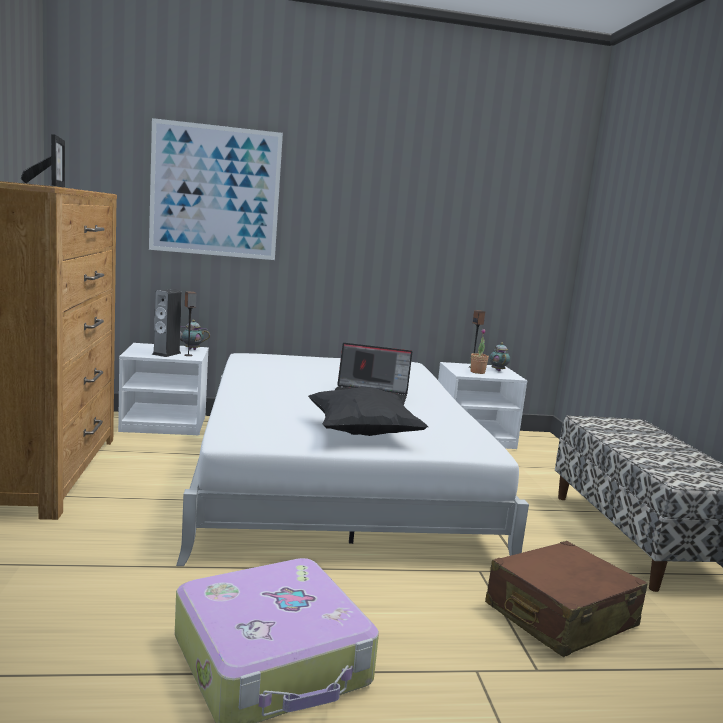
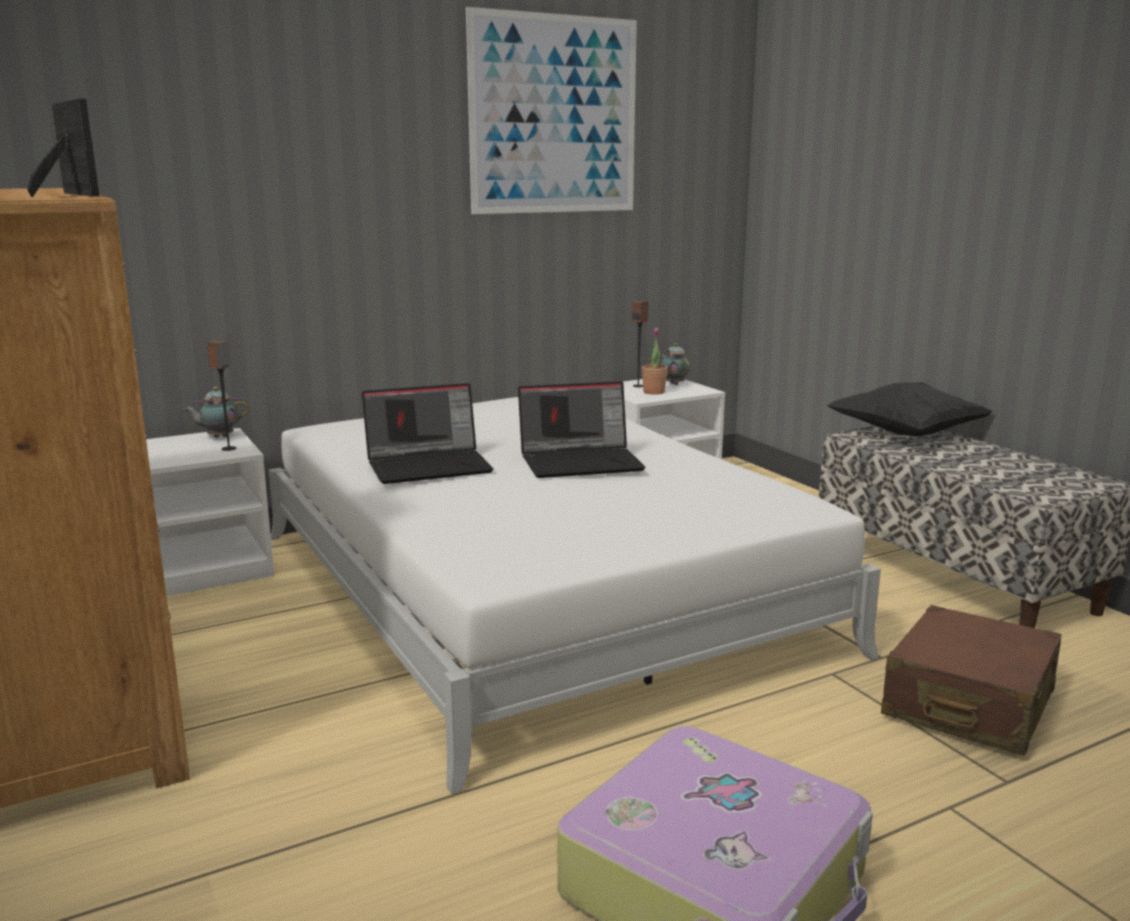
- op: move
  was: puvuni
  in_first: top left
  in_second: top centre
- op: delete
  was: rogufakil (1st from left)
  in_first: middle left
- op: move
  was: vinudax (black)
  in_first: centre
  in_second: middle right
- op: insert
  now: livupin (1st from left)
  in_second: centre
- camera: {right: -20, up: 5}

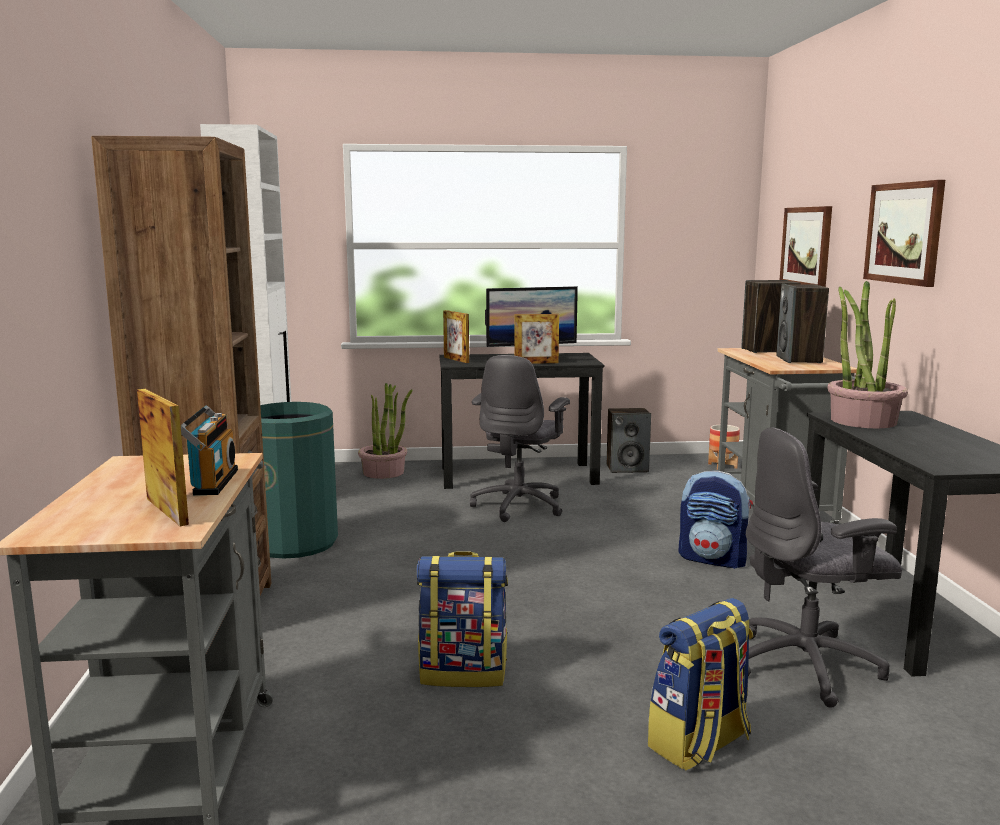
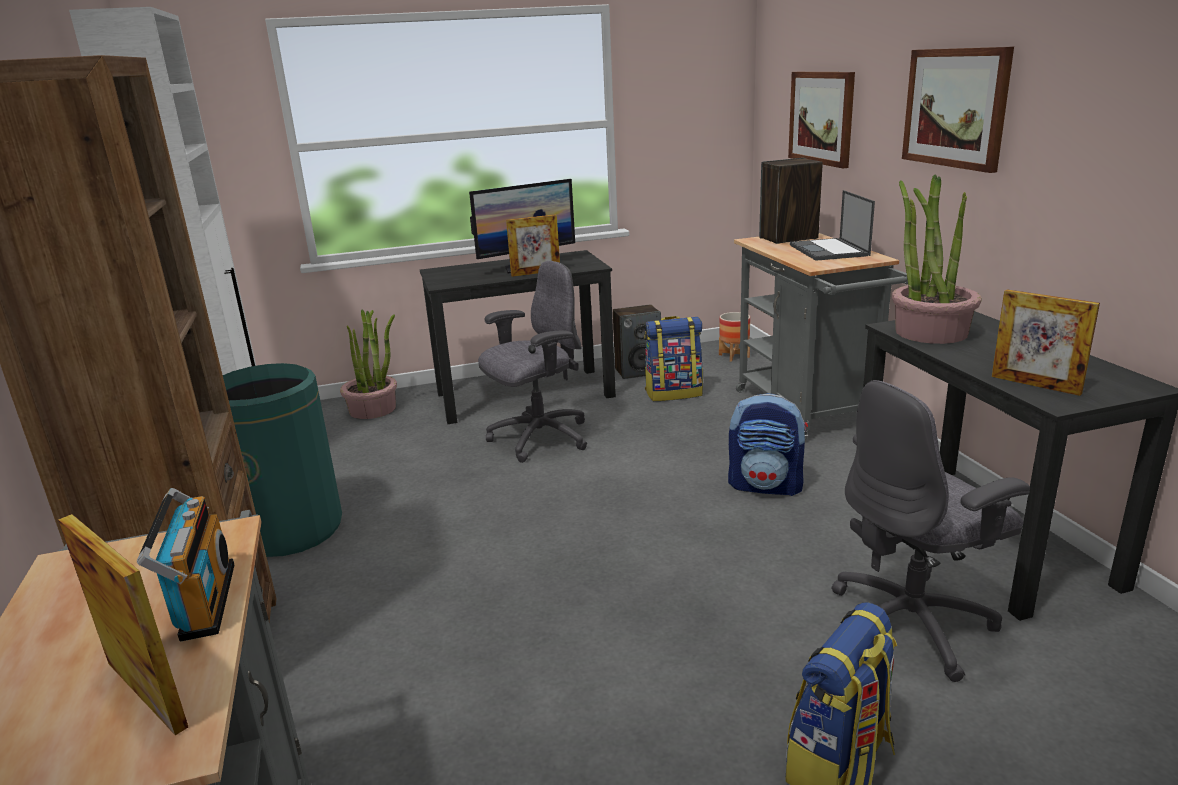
- op: move
  was: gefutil (1st from left)
  in_first: bottom centre
  in_second: centre
- op: move
  was: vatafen (2nd from left in the first image)
  now: vatafen (3rd from left)
  in_first: centre
  in_second: middle right
- op: rotate
  was: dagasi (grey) (1st from left)
  in_first: centre
  in_second: centre
  clockwise: -135
- op: replace
  was: rogufakil (3rd from left)
  now: livupin
  in_first: middle right
  in_second: top right
- camera: {right: -10, up: 10}

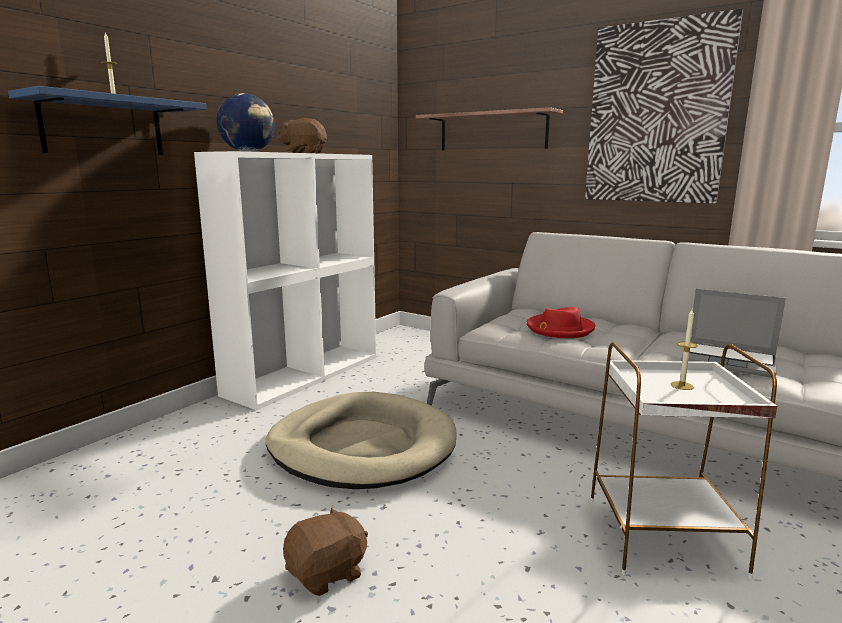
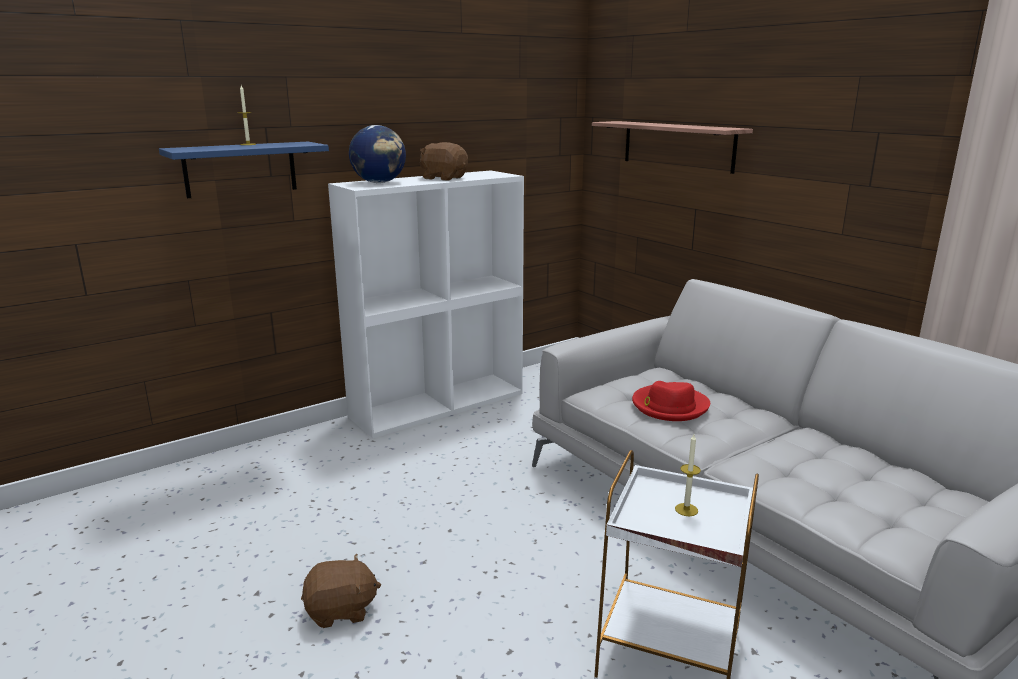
- op: delete
  was: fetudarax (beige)
  in_first: bottom centre
- op: delete
  was: puvuni
  in_first: top right
- op: delete
  was: livupin
  in_first: middle right
- camera: {right: 20, up: 5}

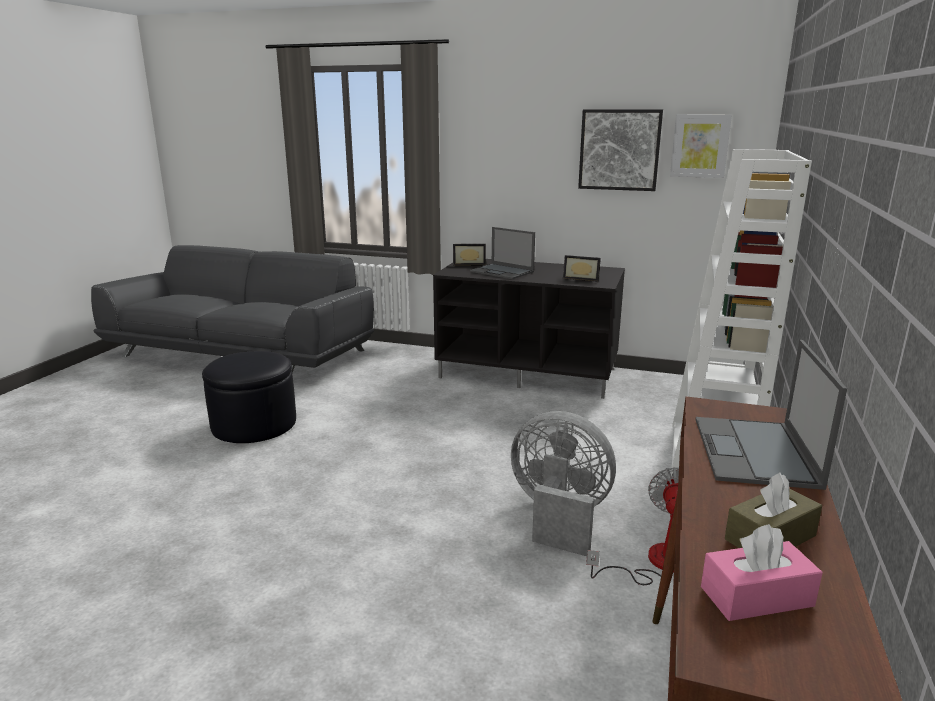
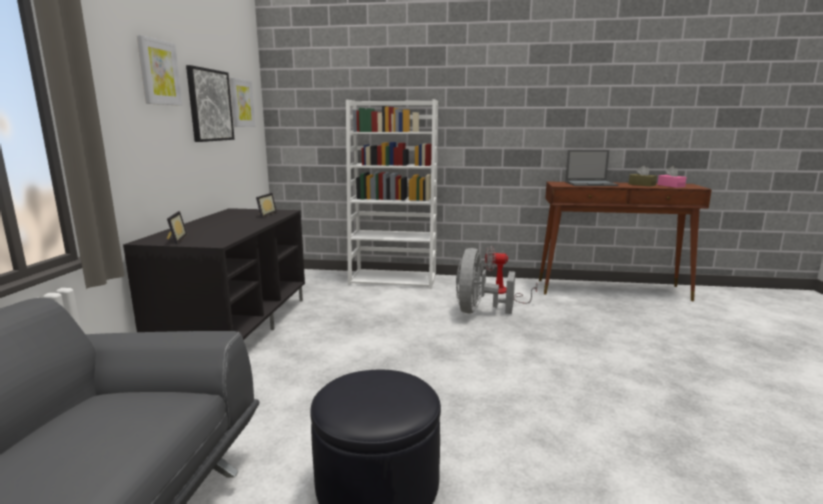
- op: delete
  was: livupin (1st from left)
  in_first: centre
- op: insert
  now: puvuni (1st from left)
  in_second: top left
- camera: {right: -100, up: -5}

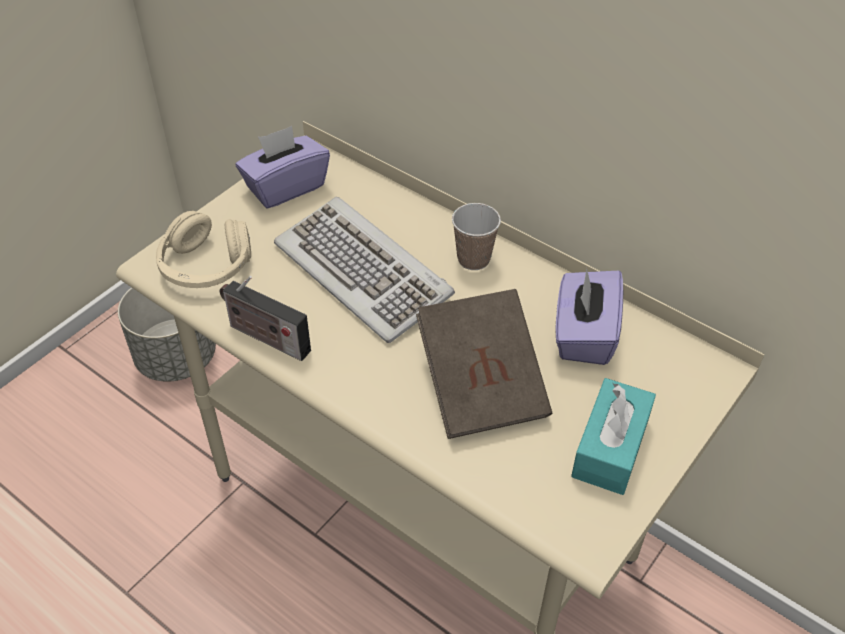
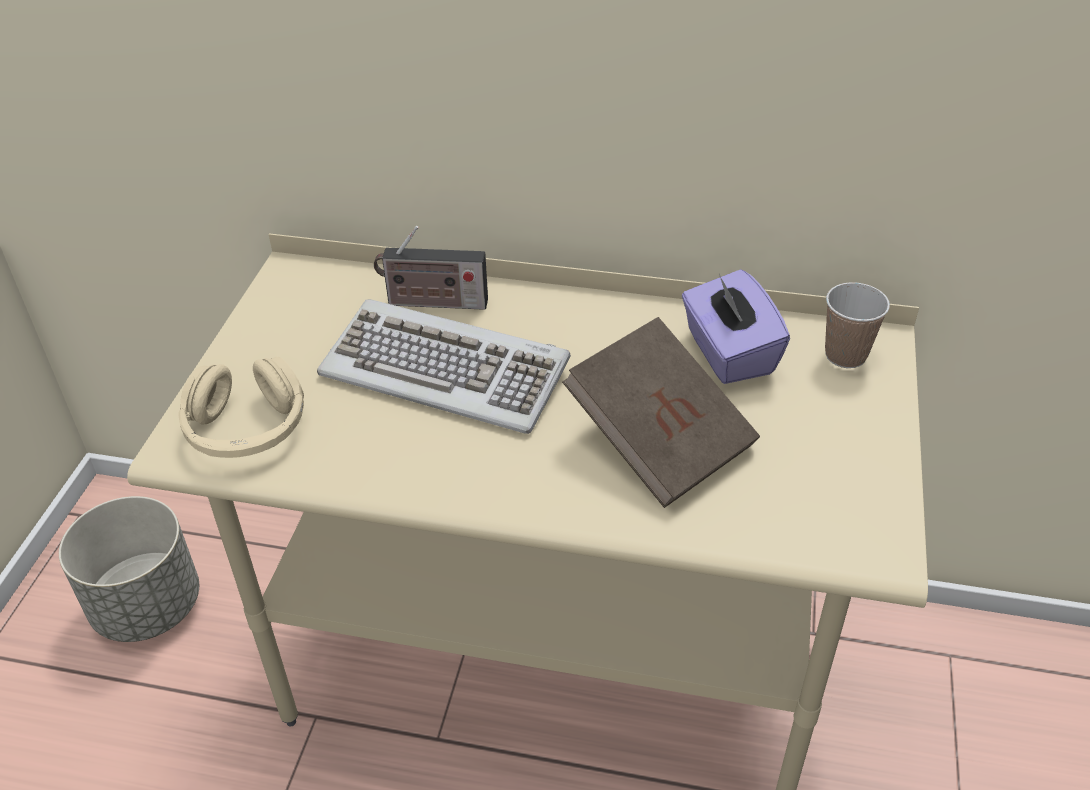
- op: move
  was: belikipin
  in_first: middle left
  in_second: centre
- op: delete
  was: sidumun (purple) (1st from left)
  in_first: top centre
- op: move
  was: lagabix
  in_first: centre
  in_second: middle right
- op: delete
  was: sidumun (turquoise)
  in_first: bottom right
- camera: {right: -25, up: -5}

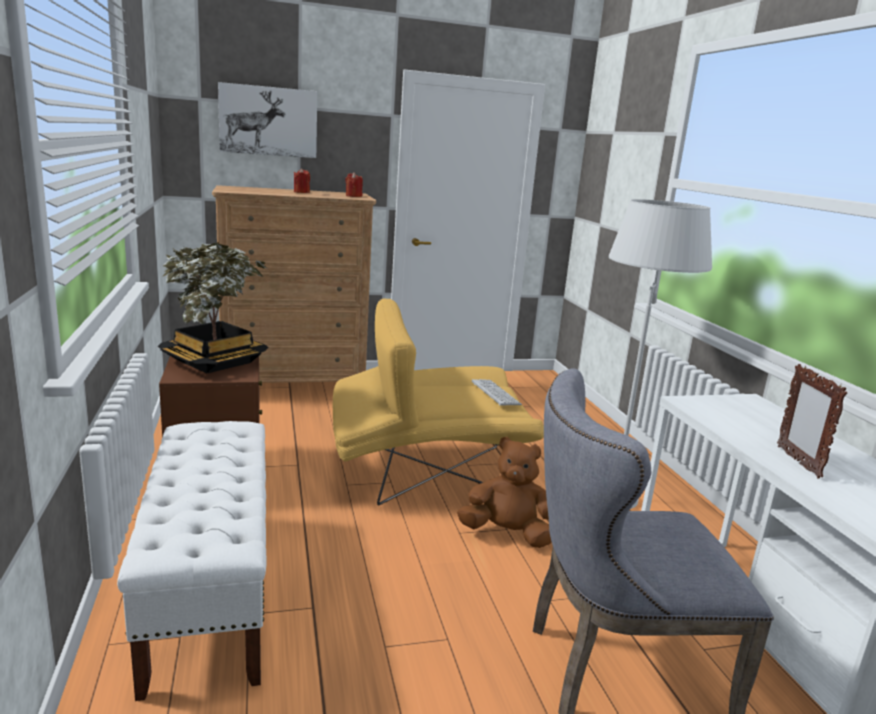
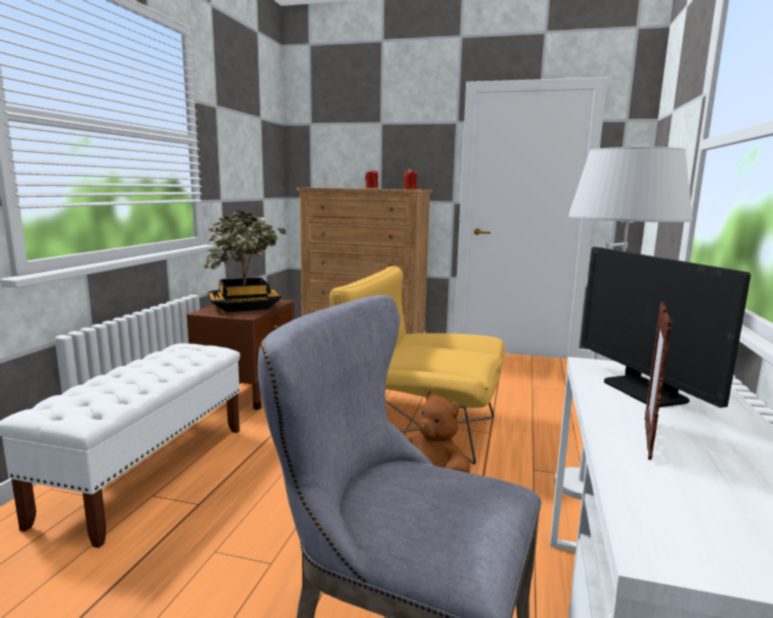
- op: delete
  was: puvuni
  in_first: top left
- op: delete
  was: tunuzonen
  in_first: centre
- op: insert
  now: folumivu
  in_second: middle right
- camera: {right: 30, up: -5}

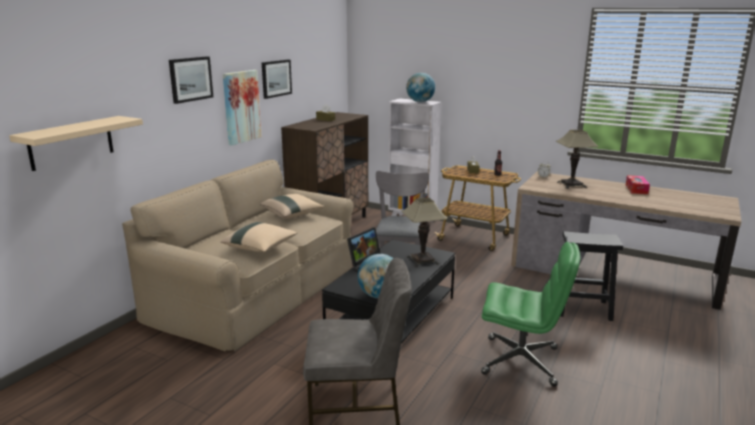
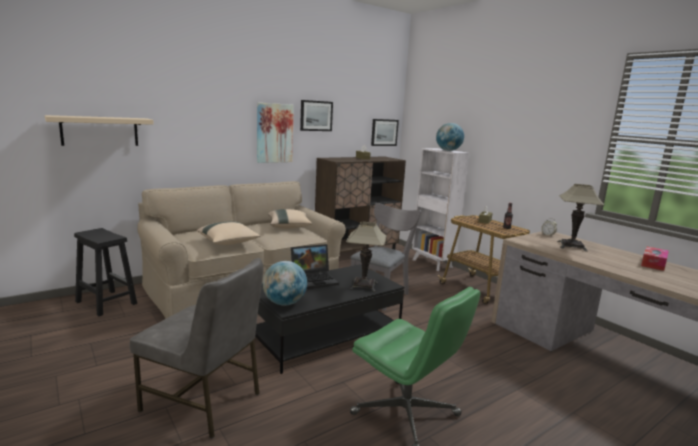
- op: move
  was: puvuni (1st from left in the first image)
  now: puvuni (3rd from left)
  in_first: top left
  in_second: top centre
- op: move
  was: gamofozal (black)
  in_first: middle right
  in_second: middle left
- camera: {right: 25, up: -5}

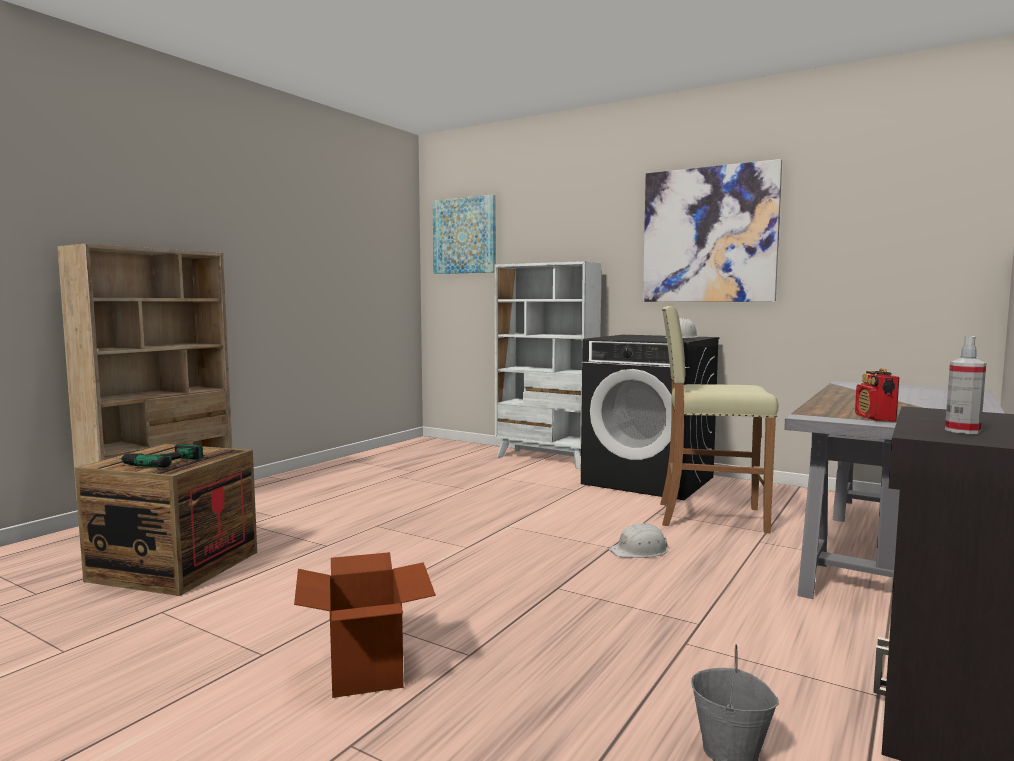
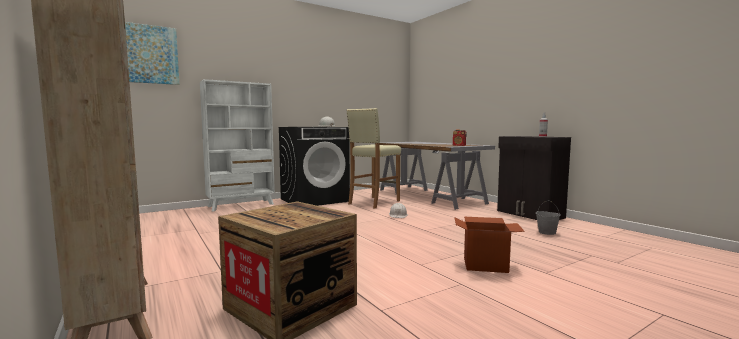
- op: delete
  was: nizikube
  in_first: middle left
- op: delete
  was: puvuni (2nd from left)
  in_first: top right
- camera: {right: -65, up: 0}

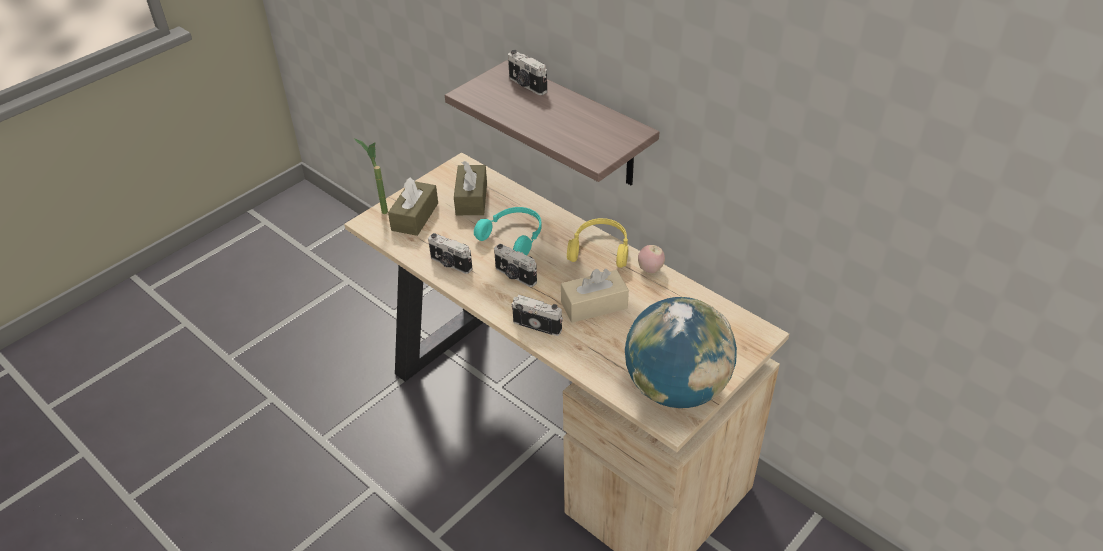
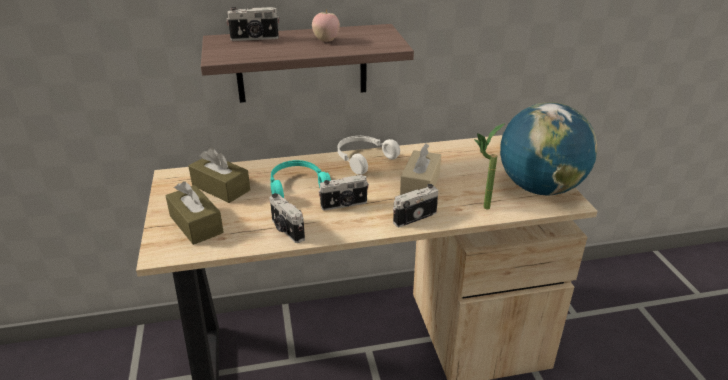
- op: move
  was: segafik
  in_first: top centre
  in_second: middle right
- op: rotate
  was: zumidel (1st from left in the first image)
  in_first: centre
  in_second: centre
  clockwise: 75
- op: recolor
  was: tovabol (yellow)
  now: tovabol (white)
  in_first: centre
  in_second: centre
- op: move
  was: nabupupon
  in_first: centre
  in_second: top centre
- camera: {right: -55, up: -10}

